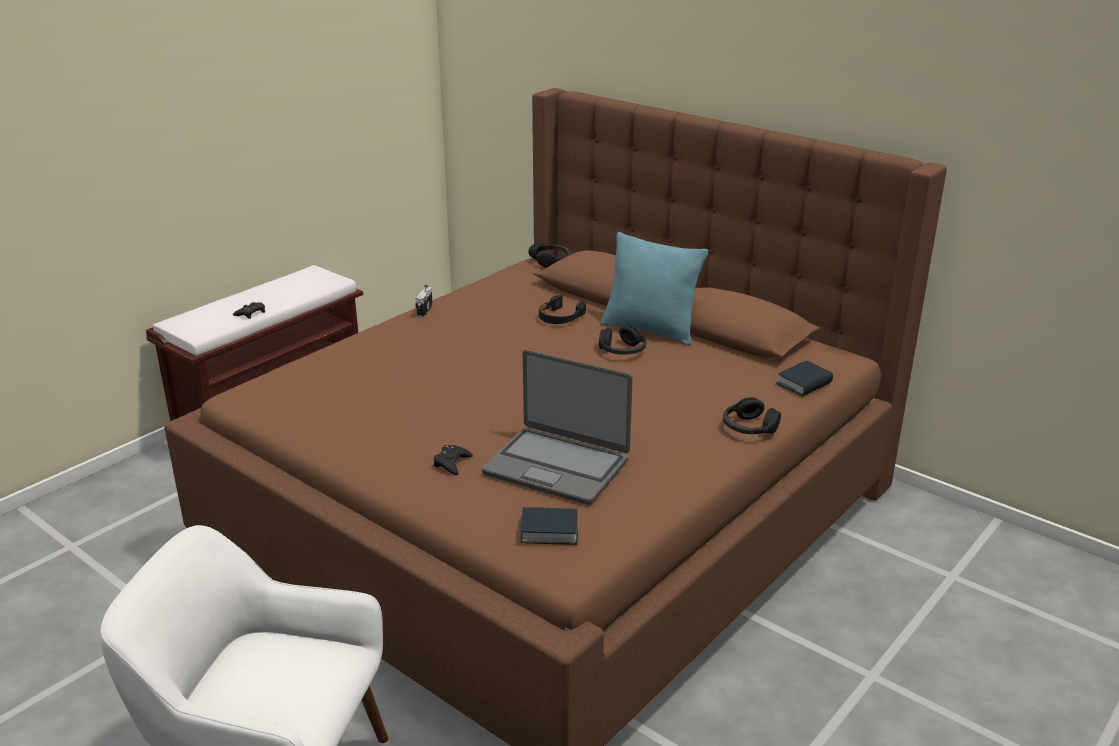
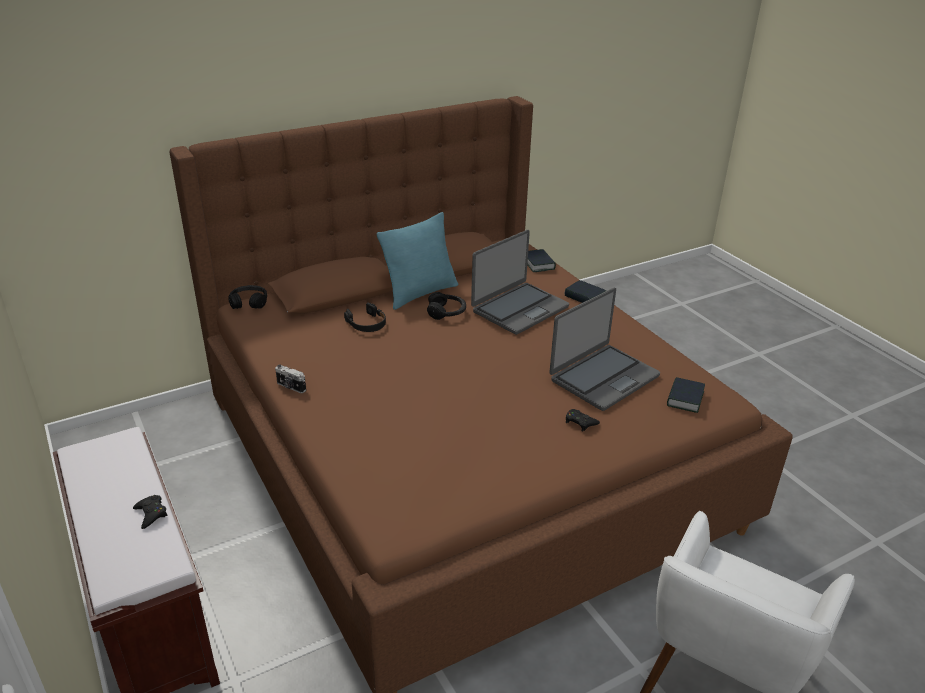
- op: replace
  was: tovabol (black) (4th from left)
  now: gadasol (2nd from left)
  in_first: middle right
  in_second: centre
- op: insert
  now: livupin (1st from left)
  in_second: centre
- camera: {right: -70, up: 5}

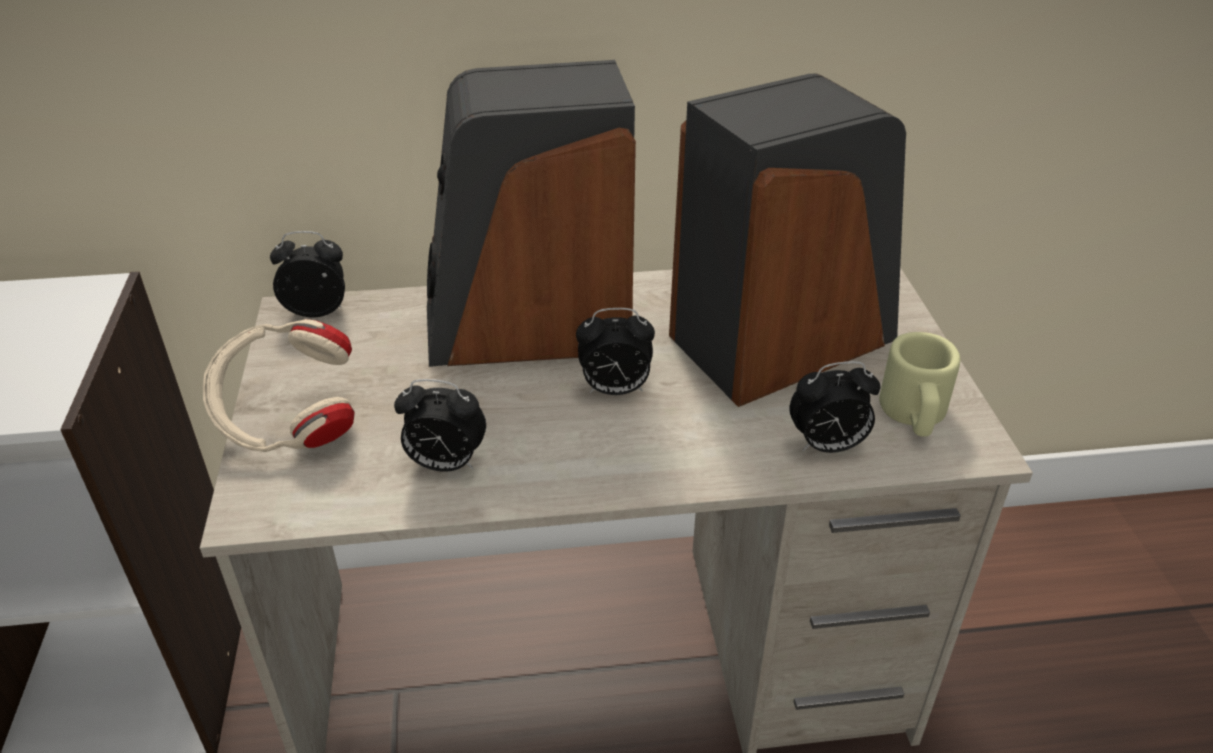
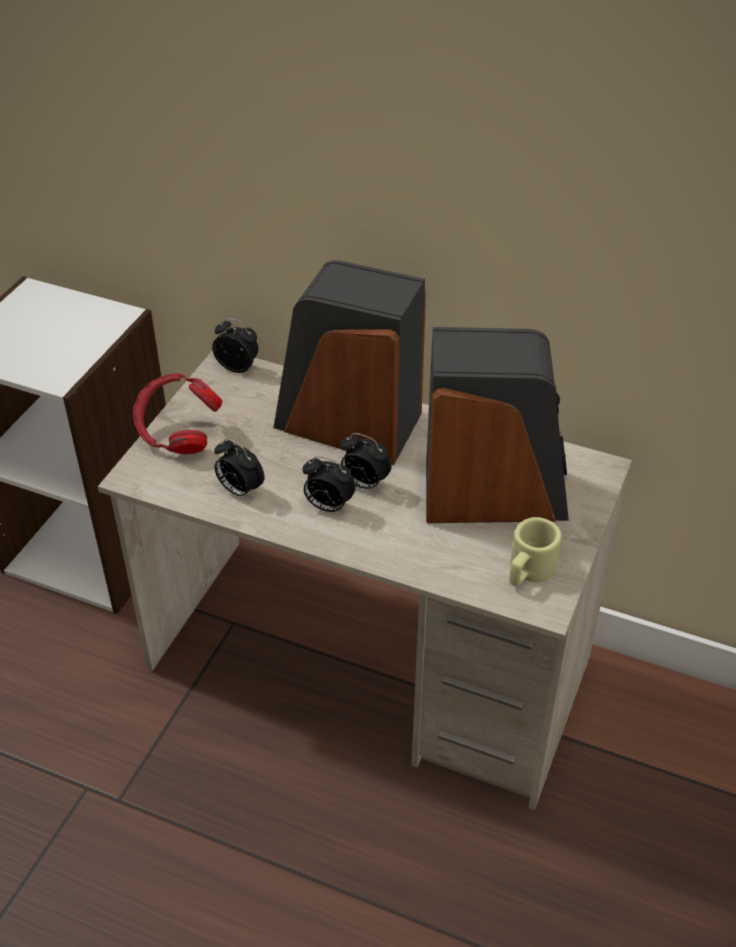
- op: recolor
  was: tovabol (beige)
  now: tovabol (red)
  in_first: middle left
  in_second: middle left
- op: move
  was: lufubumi (4th from left in the first image)
  now: lufubumi (3rd from left)
  in_first: middle right
  in_second: centre
- camera: {right: 30, up: 5}

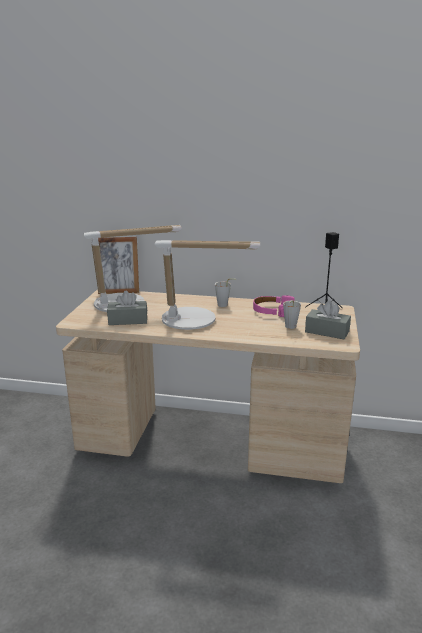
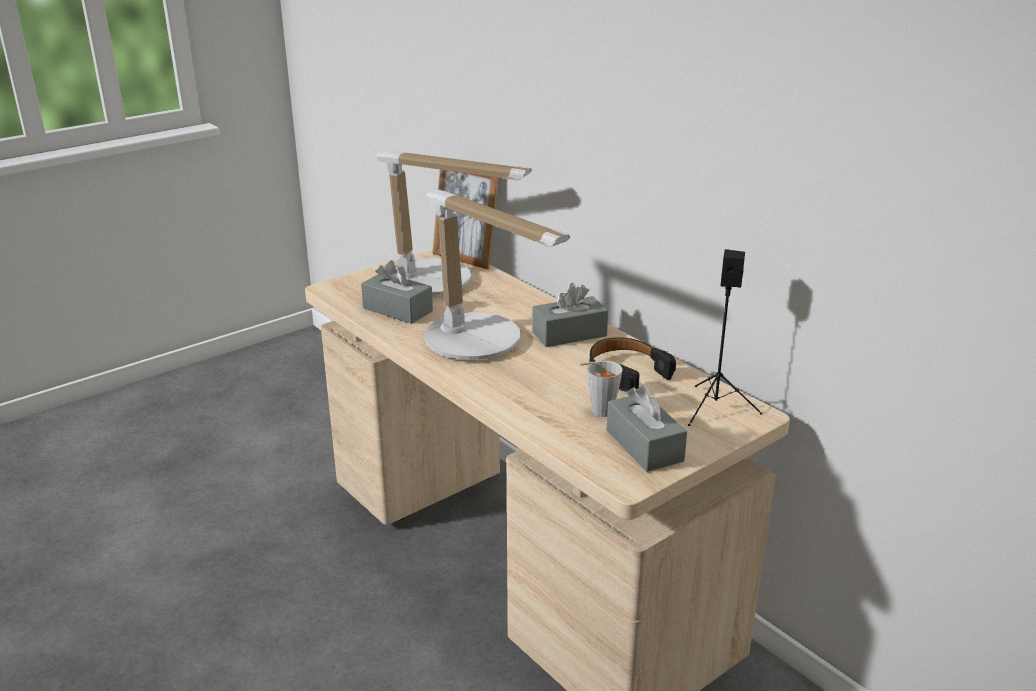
- op: replace
  was: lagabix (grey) (1st from left)
  now: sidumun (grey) (2nd from left)
  in_first: centre
  in_second: centre
- op: recolor
  was: tovabol (pink)
  now: tovabol (black)
  in_first: centre
  in_second: centre
- camera: {right: 40, up: 5}

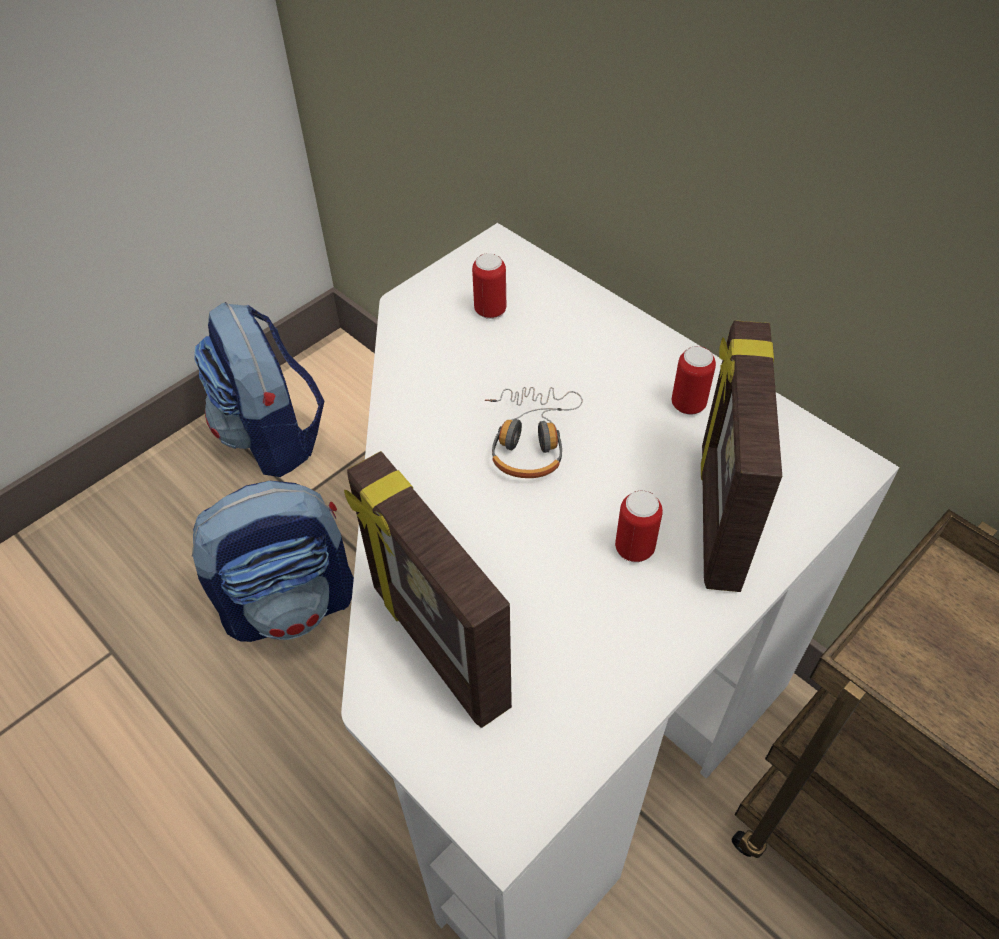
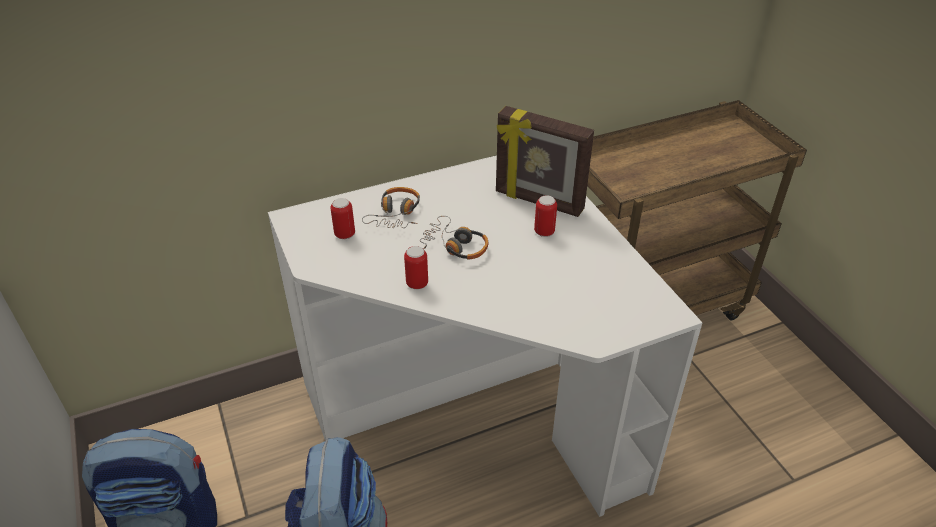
- op: delete
  was: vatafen (1st from left)
  in_first: centre
- op: move
  was: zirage (3rd from left in the first image)
  now: zirage (2nd from left)
  in_first: middle right
  in_second: centre
- op: insert
  now: tovabol (1st from left)
  in_second: centre
- camera: {right: -70, up: -10}

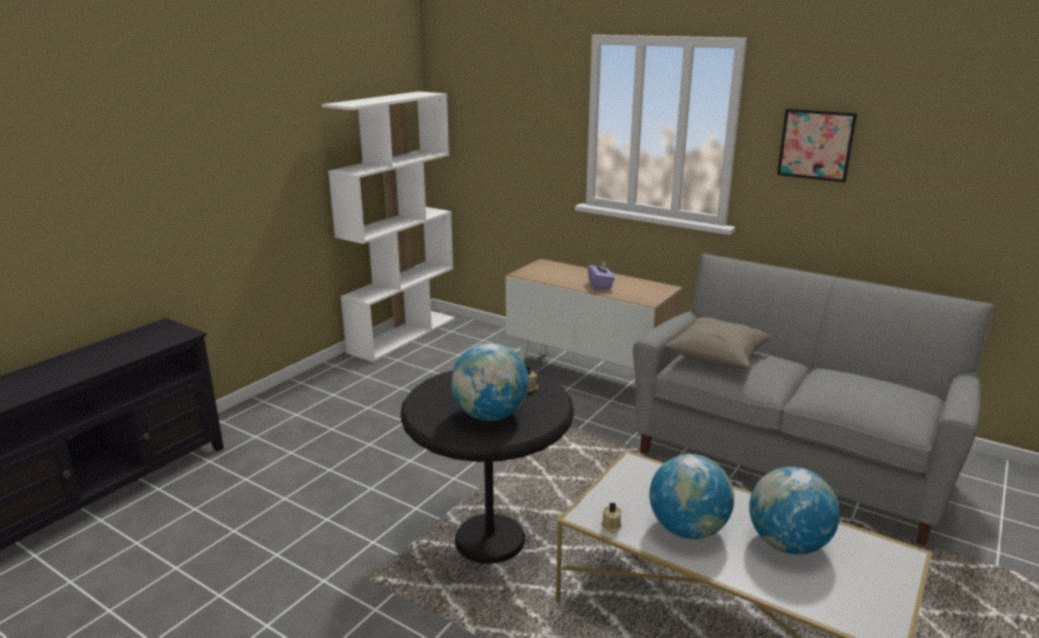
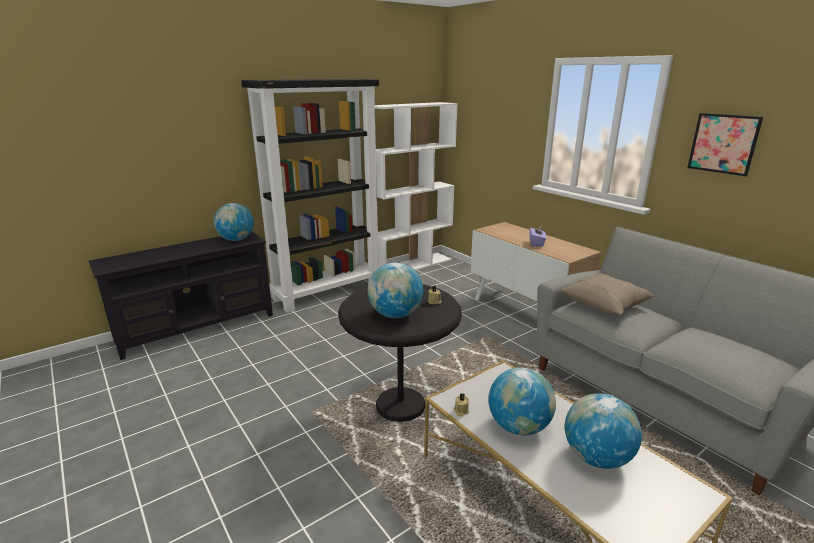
- op: insert
  now: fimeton (1st from left)
  in_second: middle left
- op: insert
  now: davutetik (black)
  in_second: centre
- camera: {right: 20, up: 0}

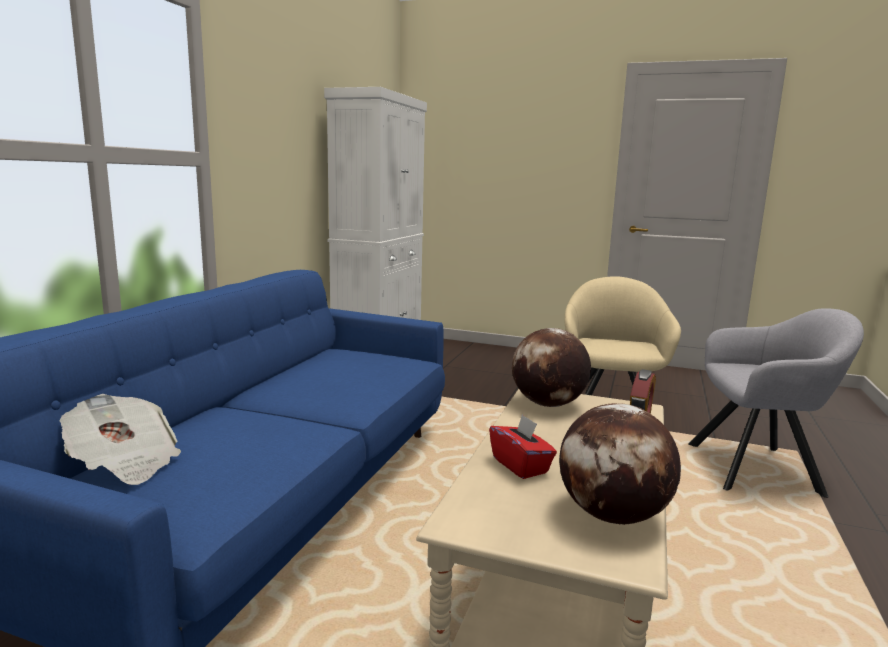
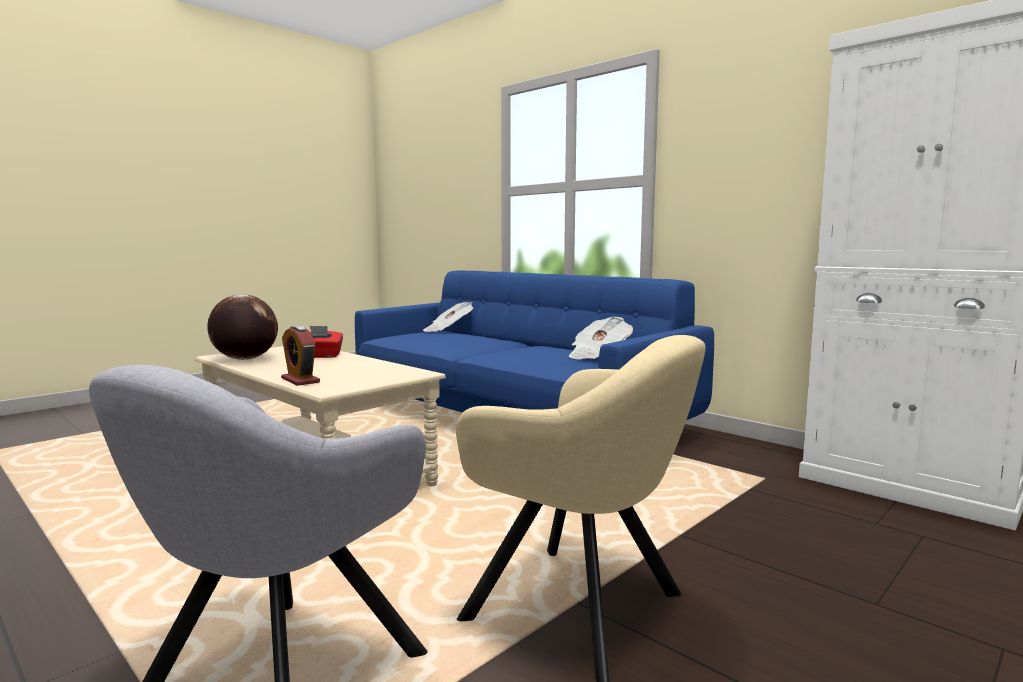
- op: delete
  was: fimeton (1st from left)
  in_first: centre
- op: insert
  now: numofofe (2nd from left)
  in_second: centre
- camera: {right: 115, up: -5}

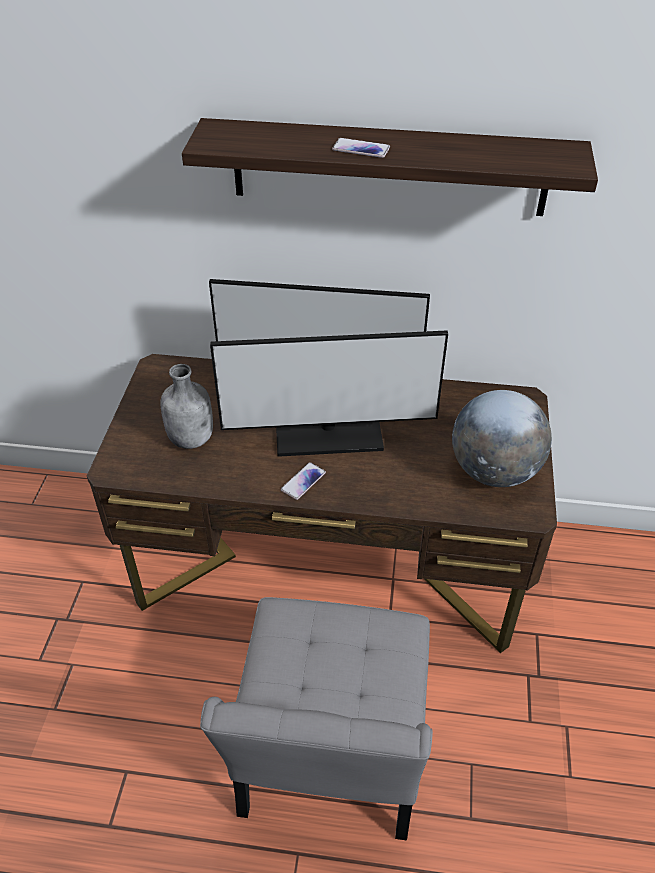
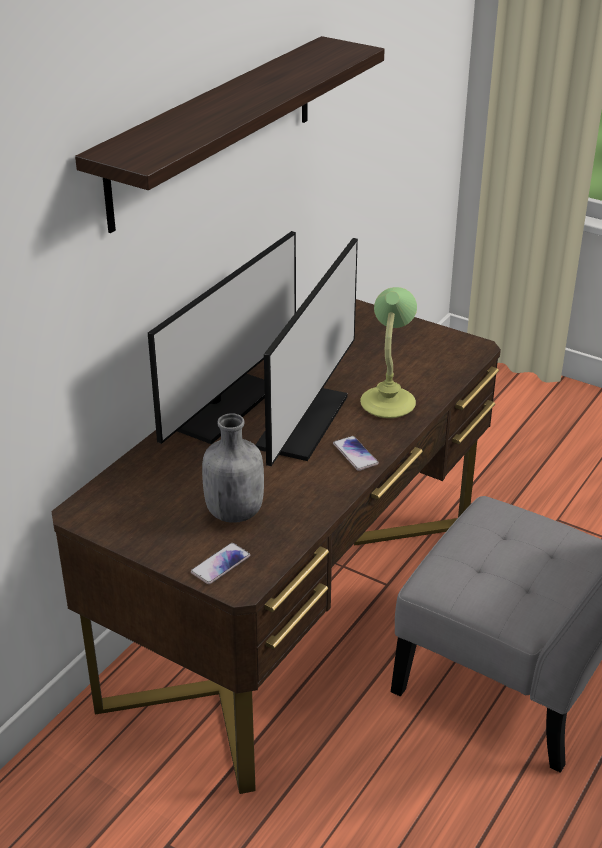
- op: move
  was: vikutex (2nd from left in the first image)
  now: vikutex (1st from left)
  in_first: top centre
  in_second: centre
- op: delete
  was: fimeton
  in_first: middle right
- op: insert
  now: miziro
  in_second: centre
- camera: {right: -65, up: -10}

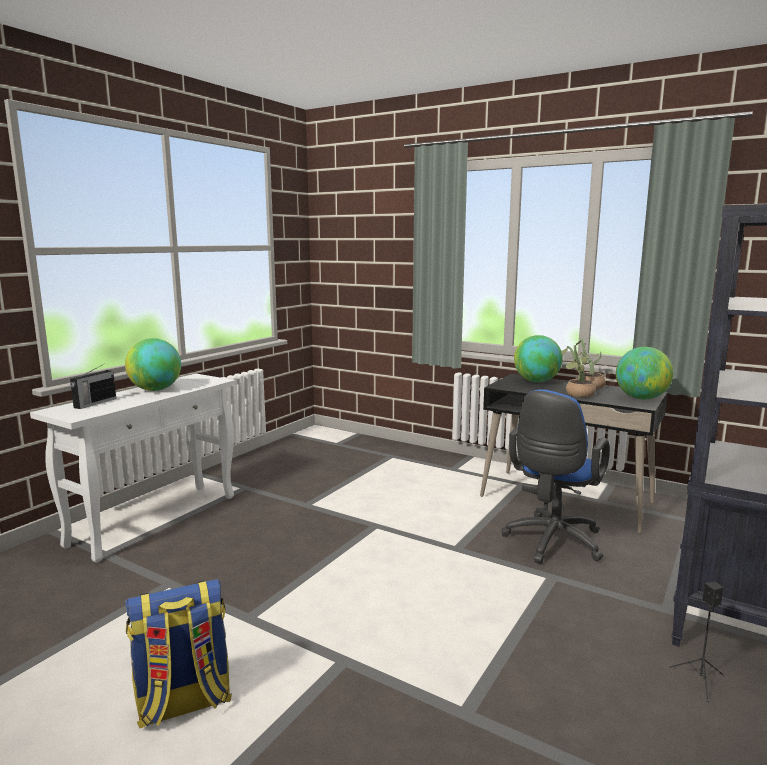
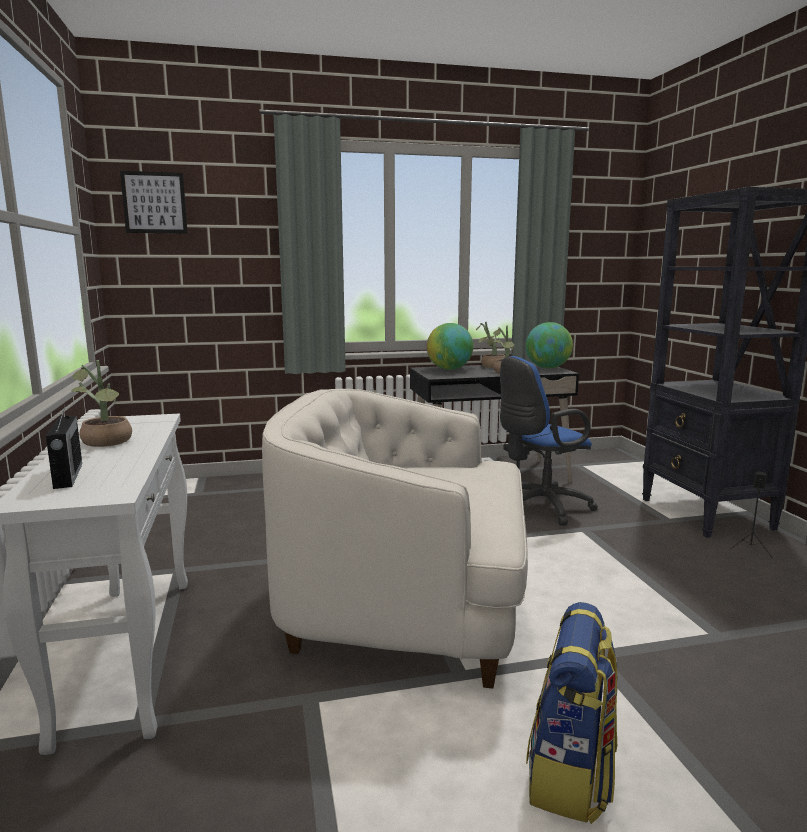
- op: replace
  was: fimeton (1st from left)
  now: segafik (1st from left)
  in_first: middle left
  in_second: middle left
- op: rotate
  was: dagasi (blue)
  in_first: middle right
  in_second: middle right
  clockwise: 75
- op: insert
  now: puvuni
  in_second: top left
- op: insert
  now: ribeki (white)
  in_second: centre
- camera: {right: -45, up: 0}

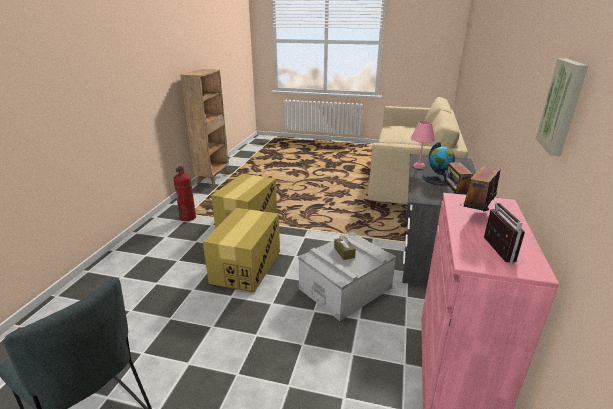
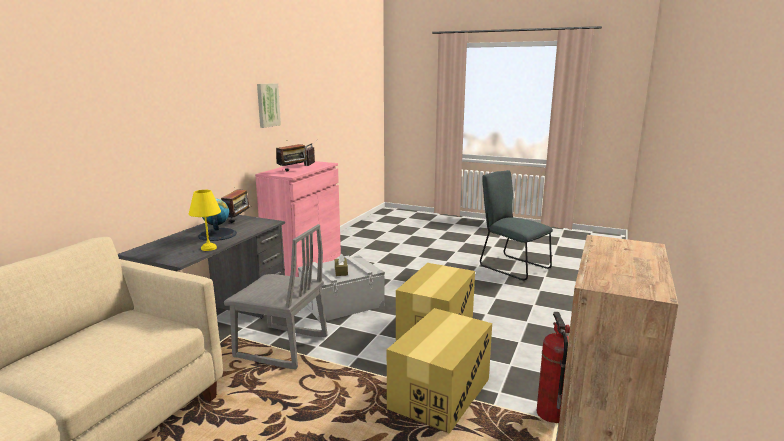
- op: recolor
  was: miziro (pink)
  now: miziro (yellow)
  in_first: middle right
  in_second: middle left
- op: insert
  now: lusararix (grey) (1st from left)
  in_second: bottom centre
- camera: {right: -170, up: -10}

